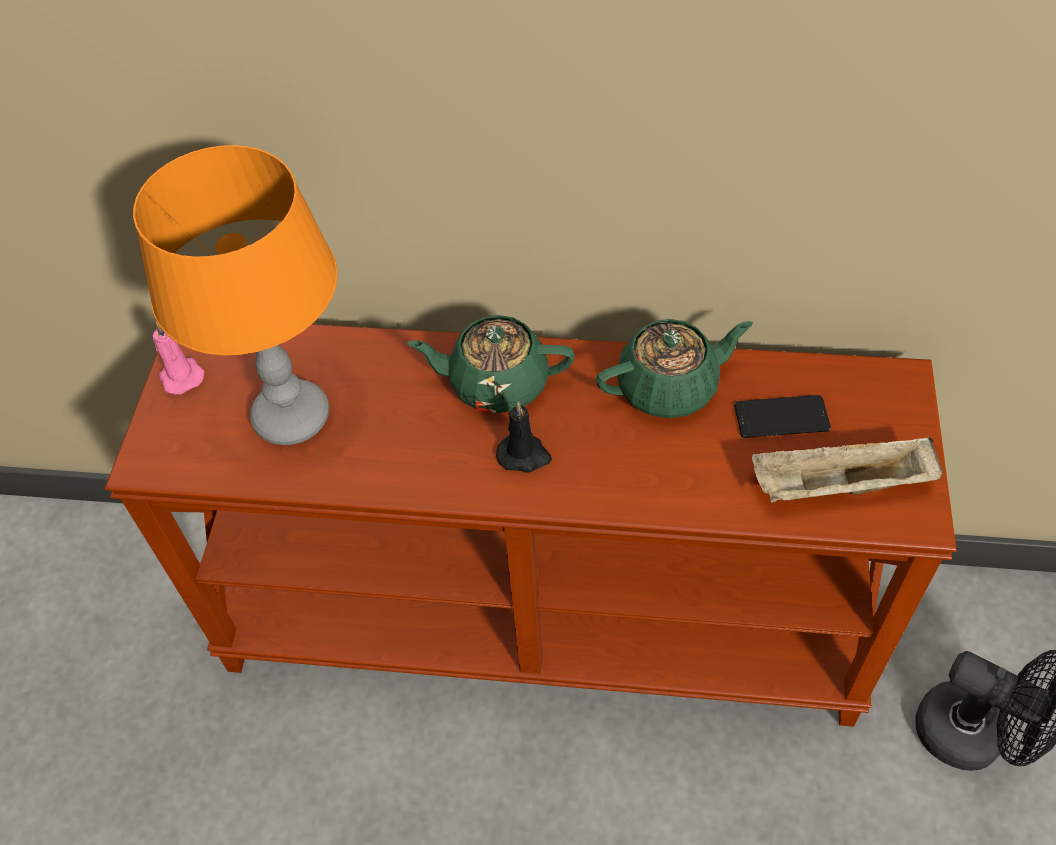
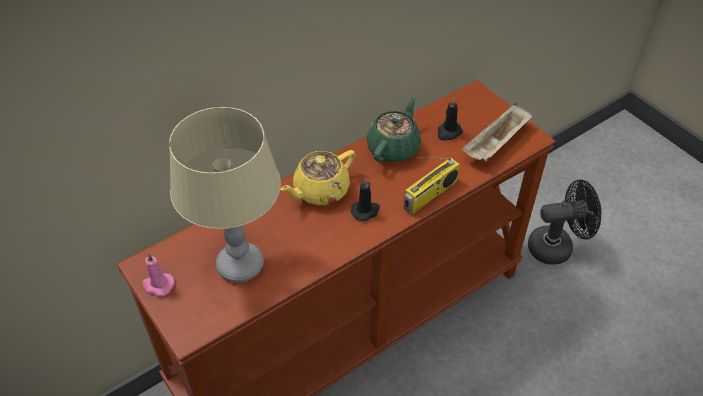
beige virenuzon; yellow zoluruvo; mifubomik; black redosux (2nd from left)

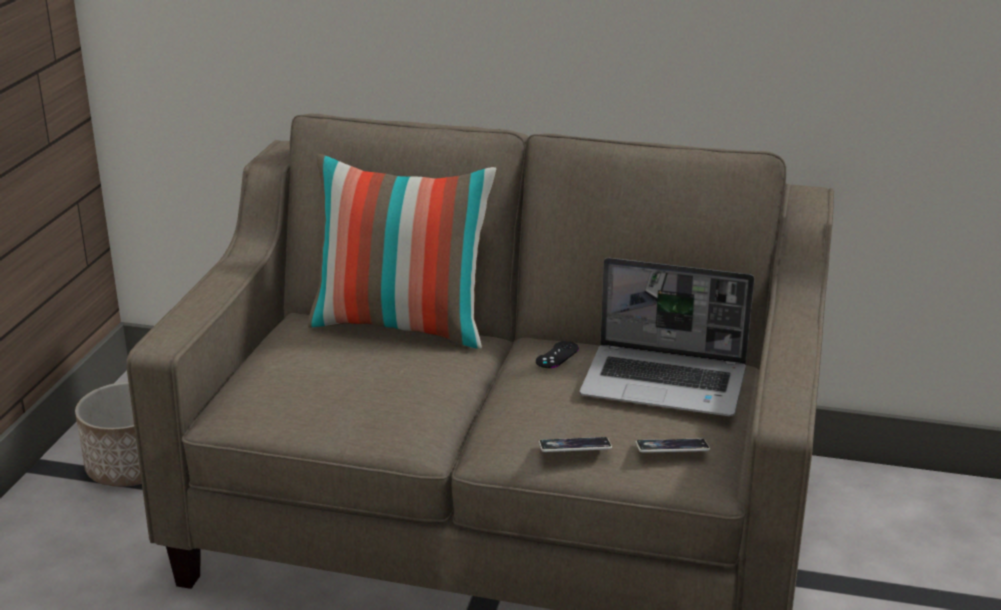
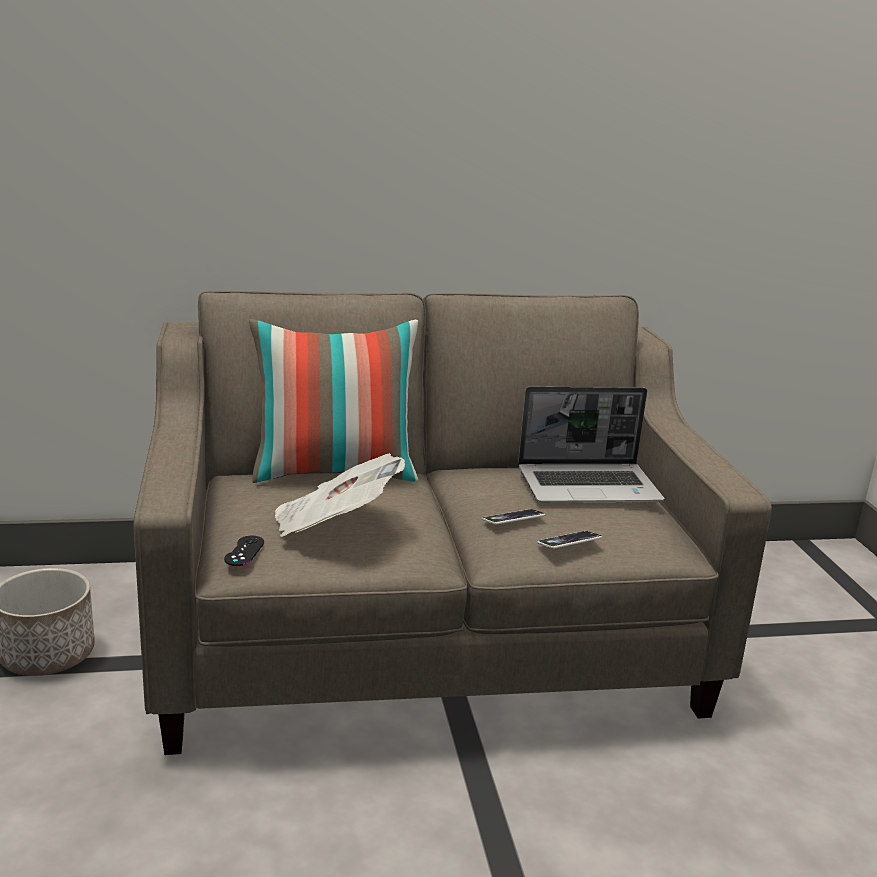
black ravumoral; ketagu; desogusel (1st from left)

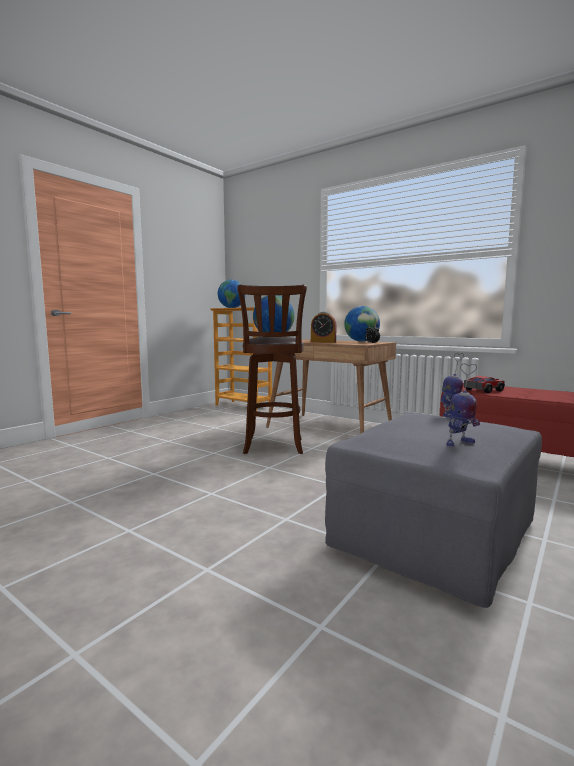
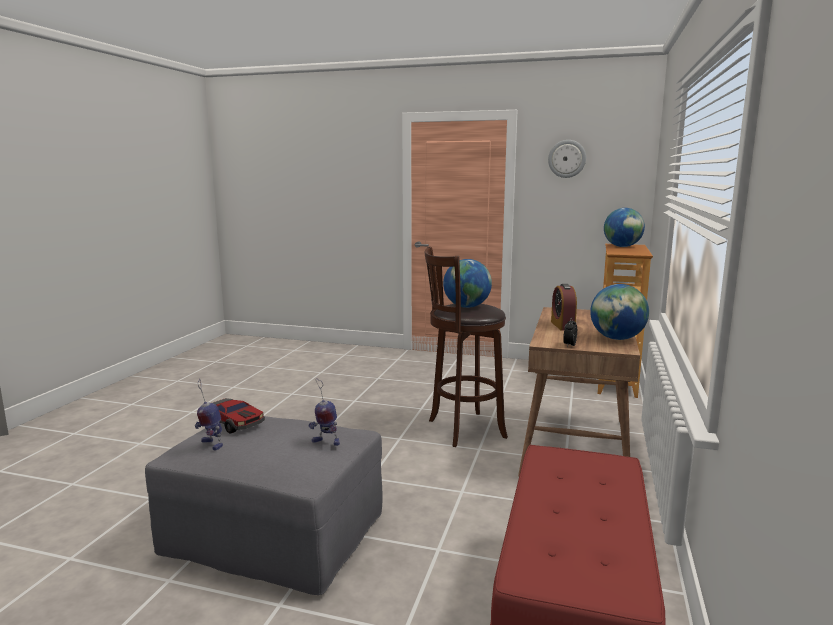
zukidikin; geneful

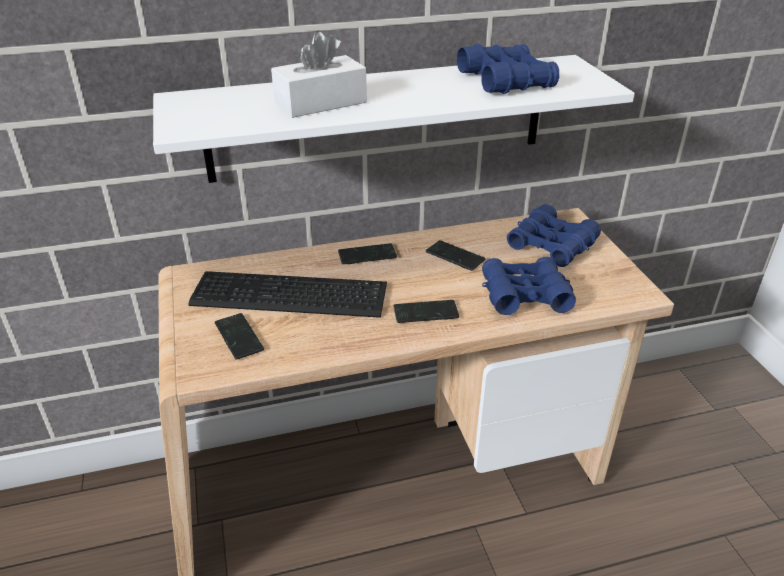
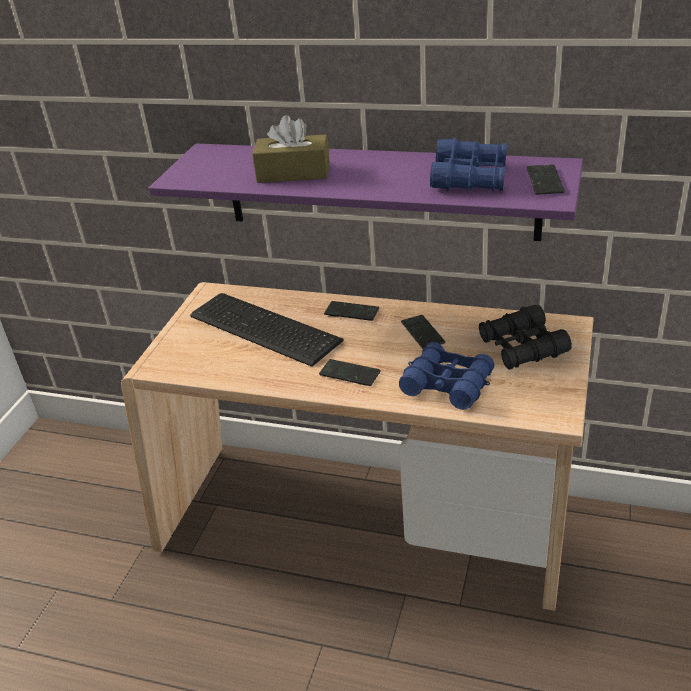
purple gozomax; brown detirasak; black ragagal; desogusel (4th from left)

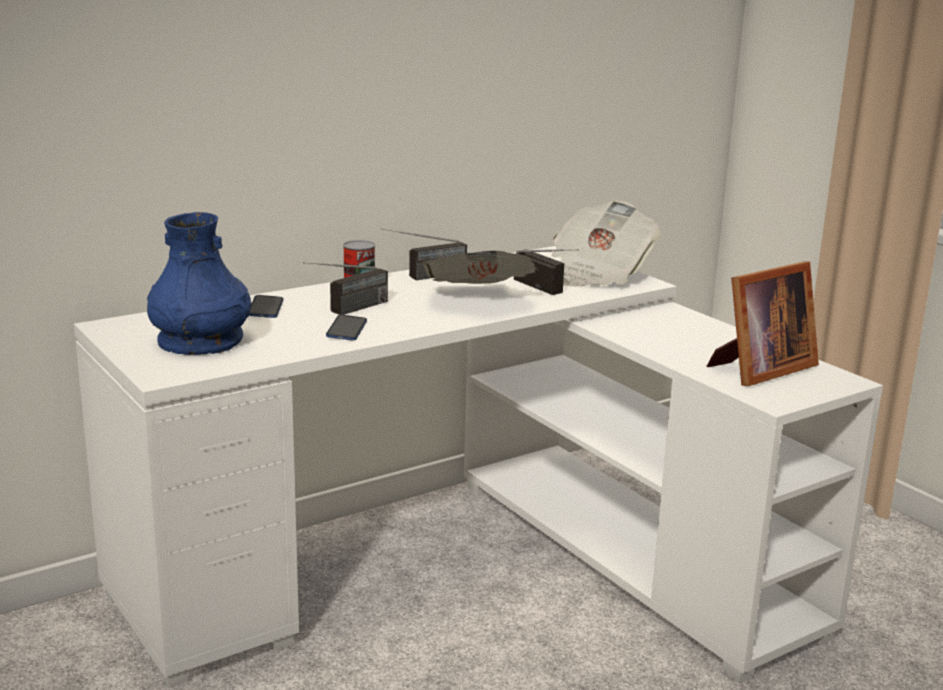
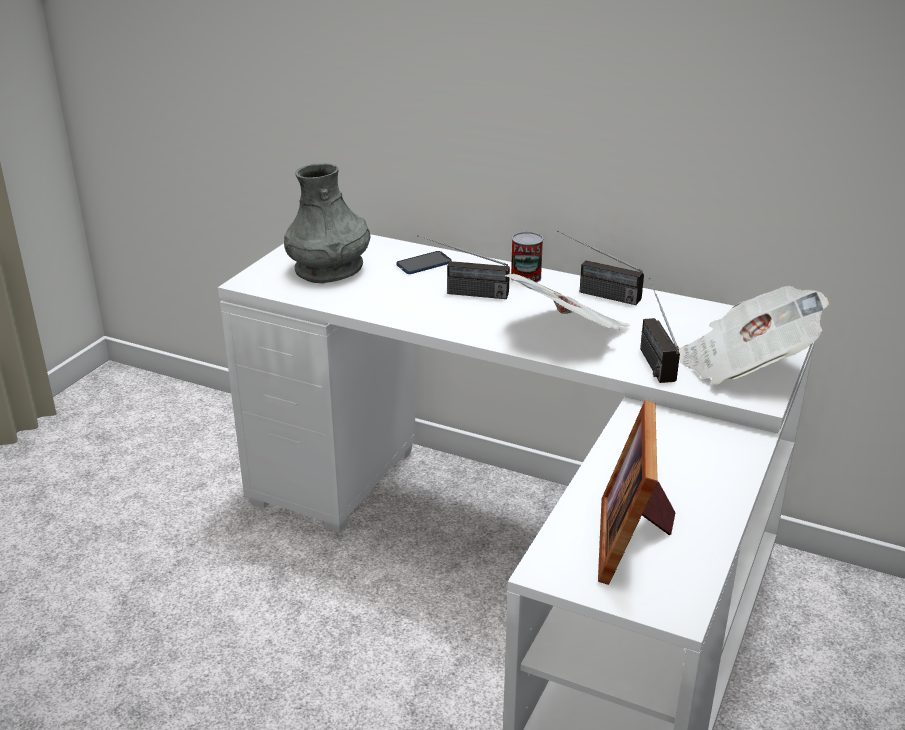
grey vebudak; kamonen; mifubomik (3rd from left); desogusel (2nd from left in the first image)

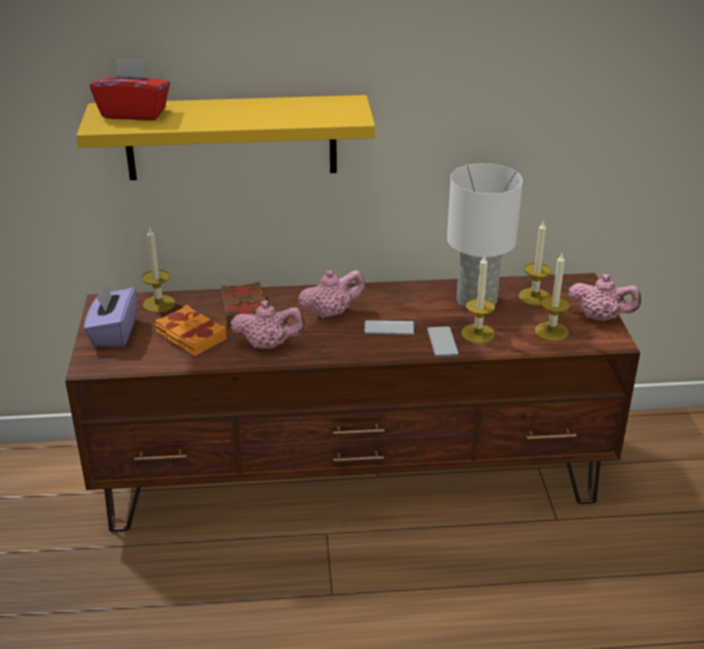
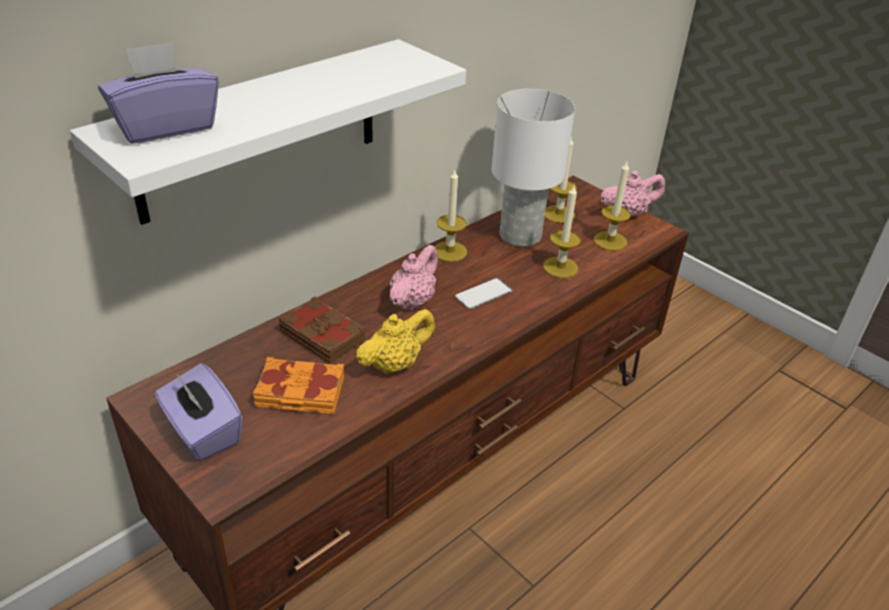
white gozomax; purple detirasak (1st from left); yellow zoluruvo; redosux (1st from left); desogusel (2nd from left in the first image)

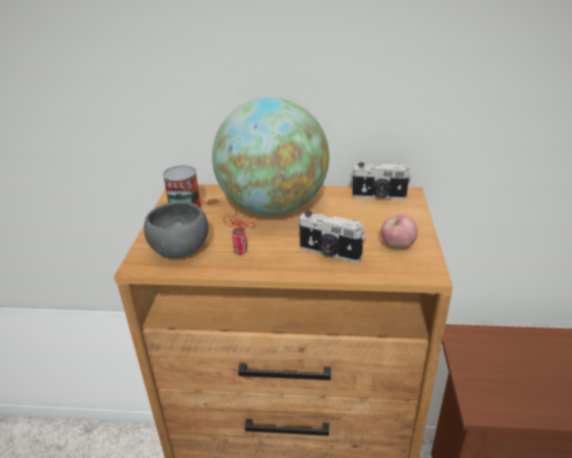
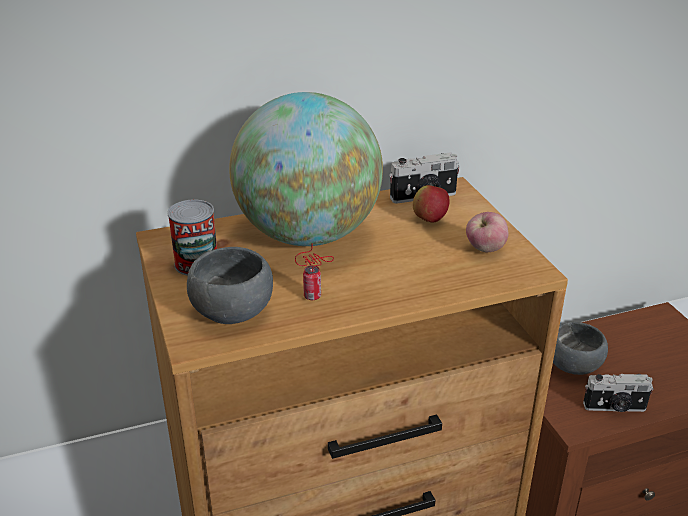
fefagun (1st from left); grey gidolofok (2nd from left); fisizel (2nd from left)

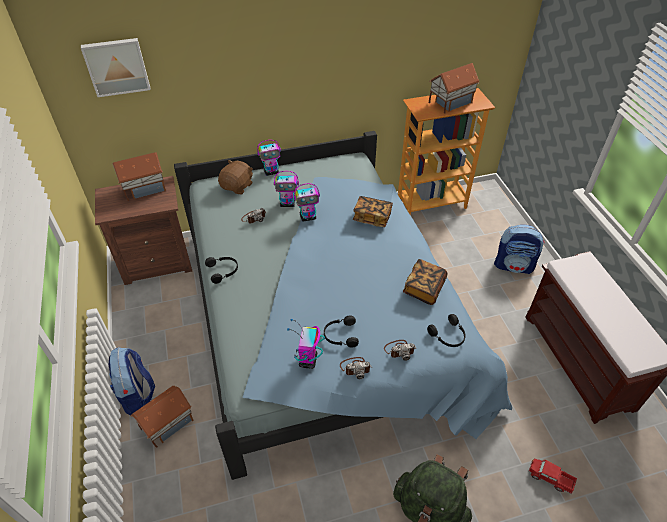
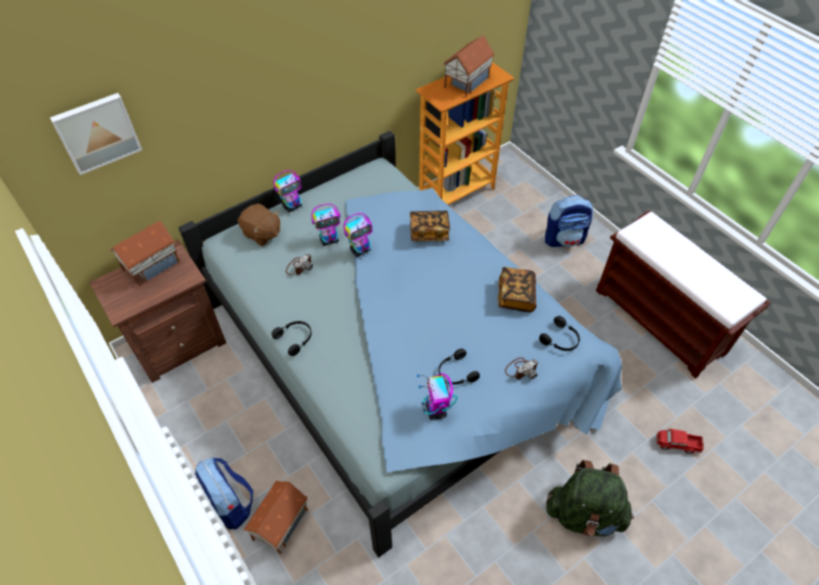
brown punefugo; fisizel (2nd from left in the first image)

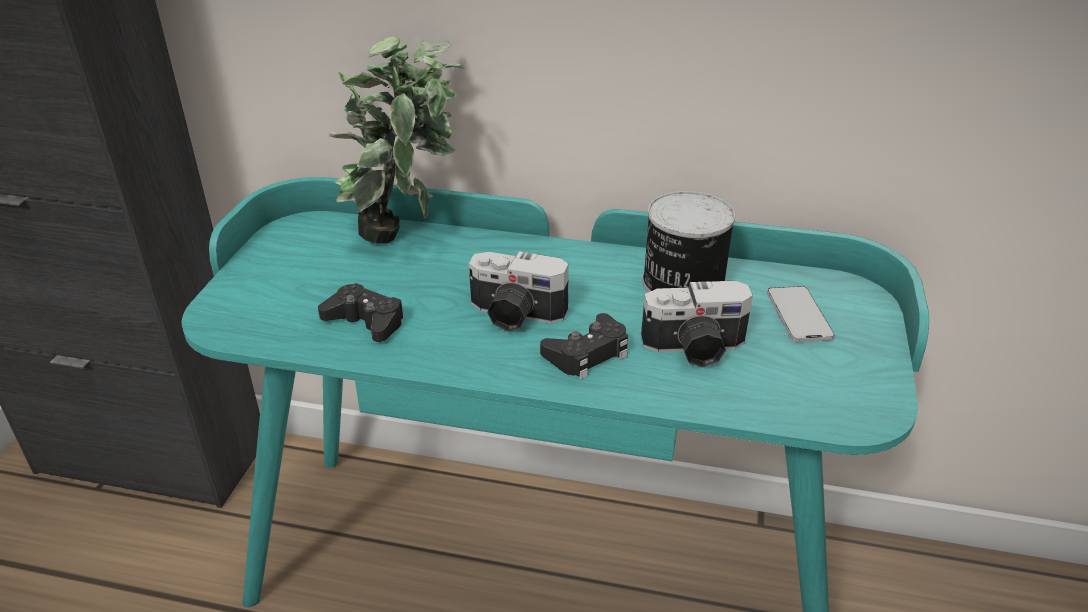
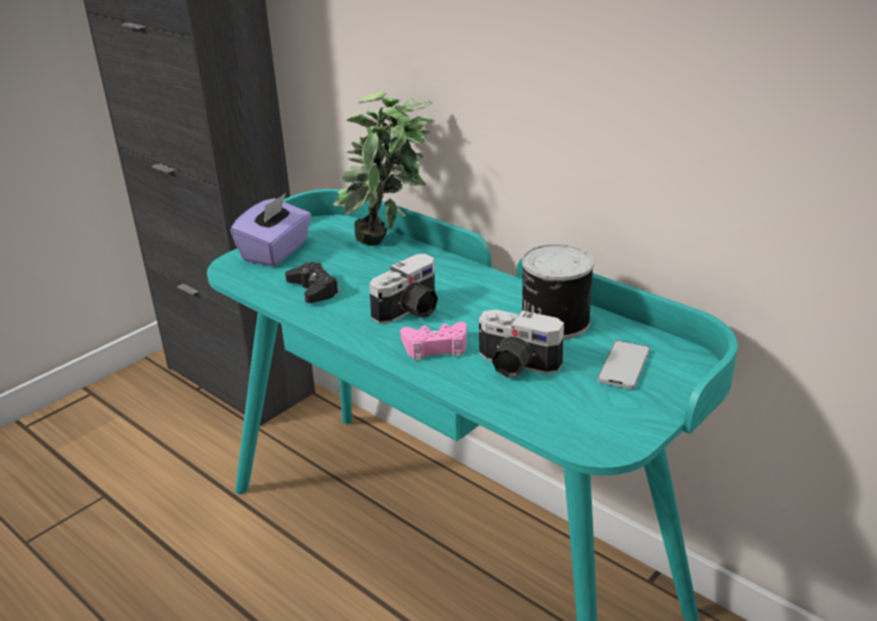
purple detirasak; fisizel (1st from left); pink ravumoral

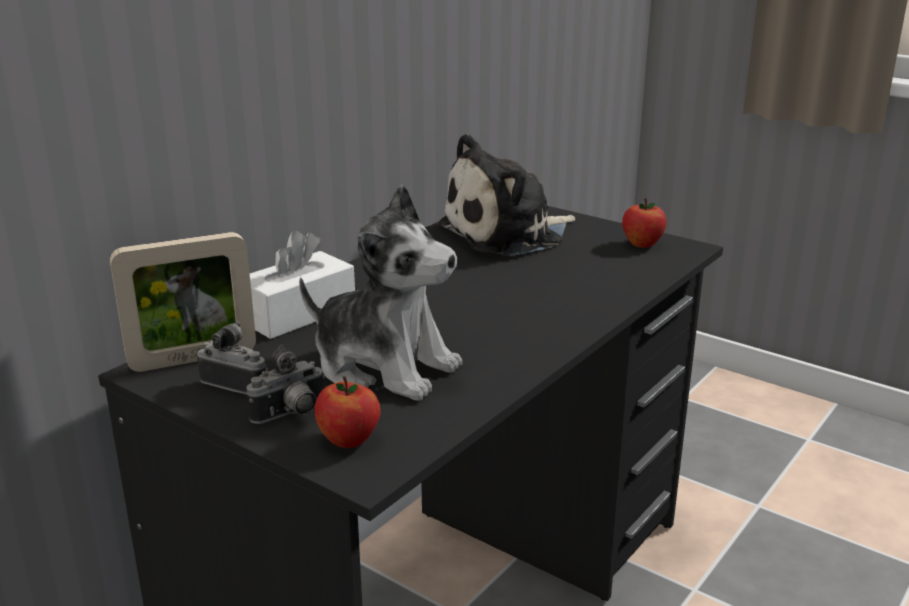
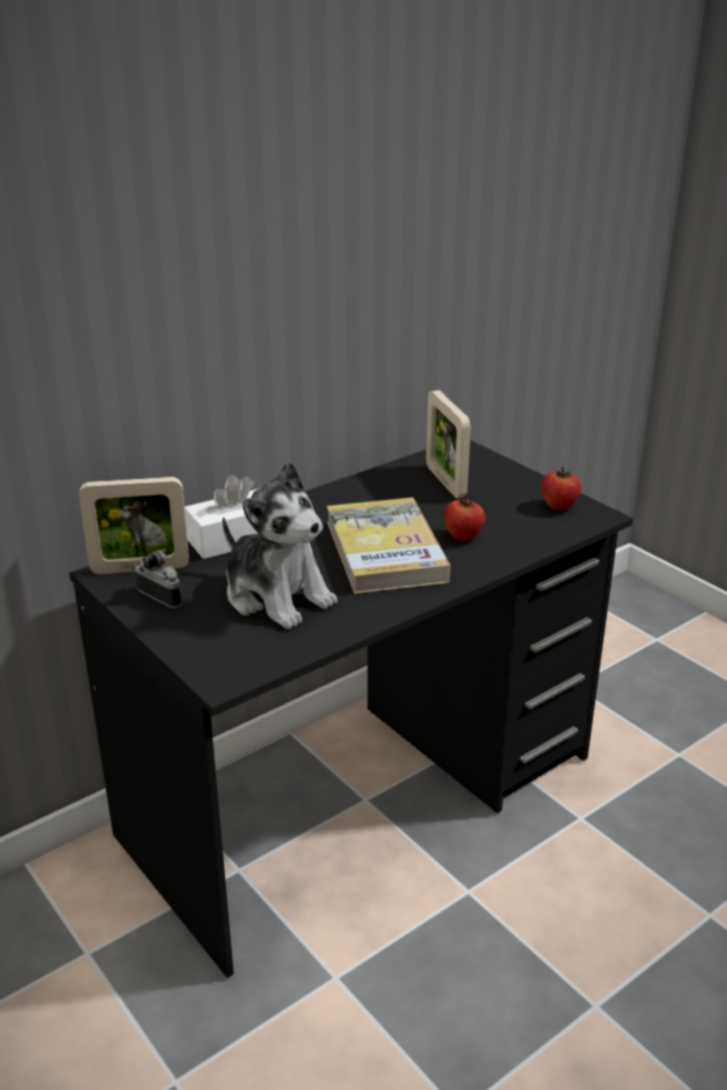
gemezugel; kamonen (2nd from left); fefagun (1st from left); fisizel (2nd from left in the first image)

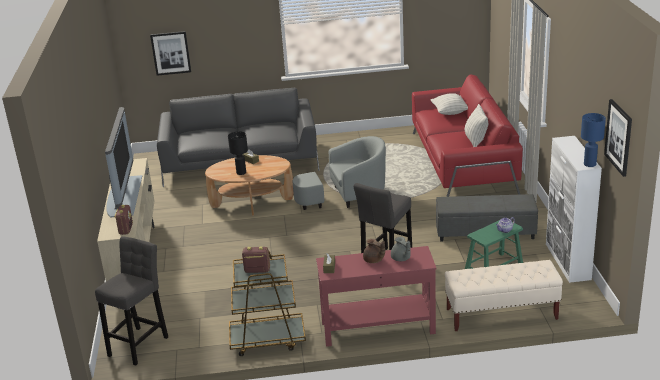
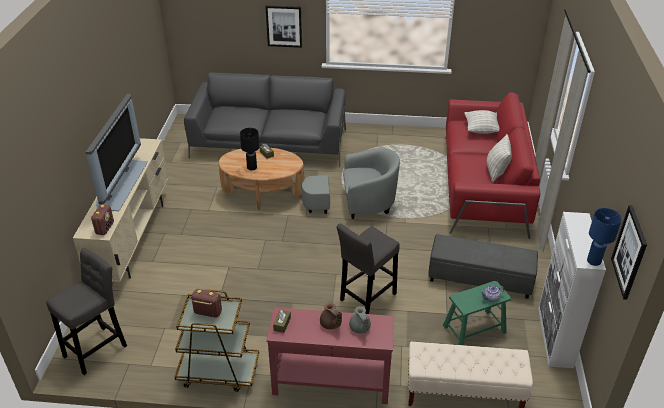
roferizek (1st from left)

